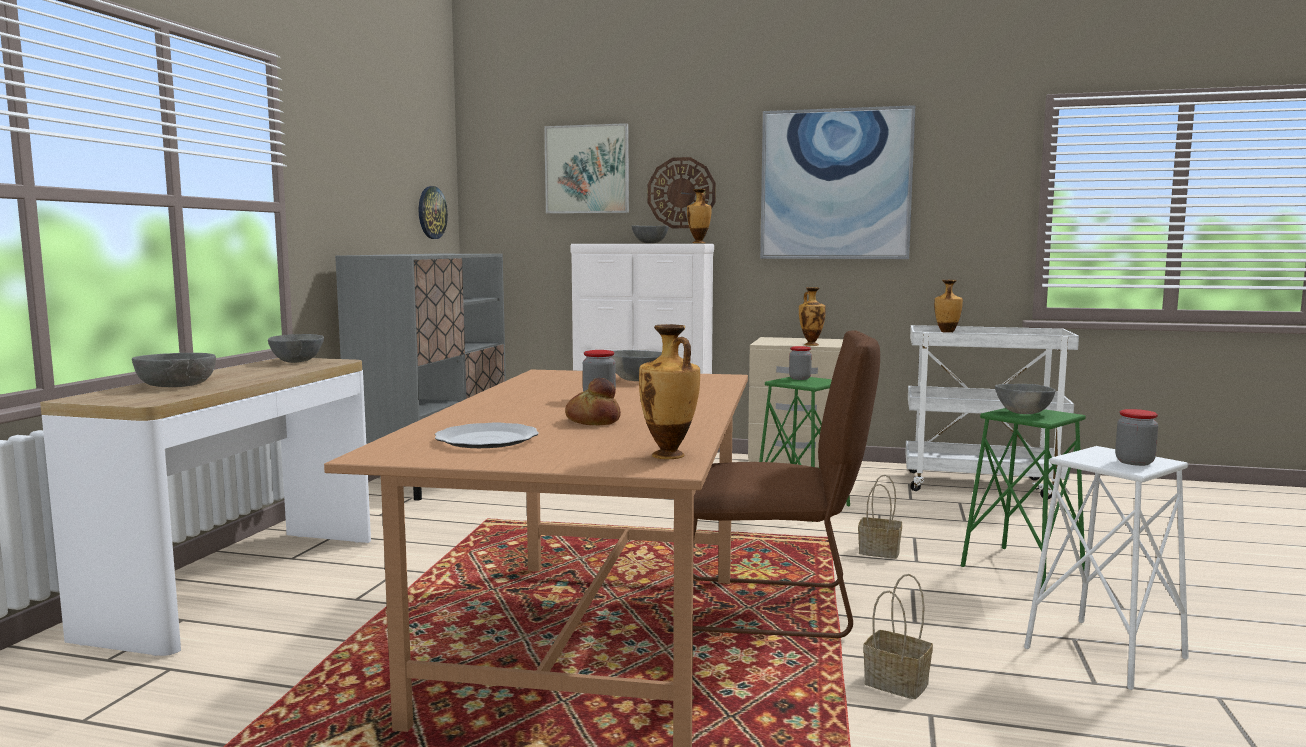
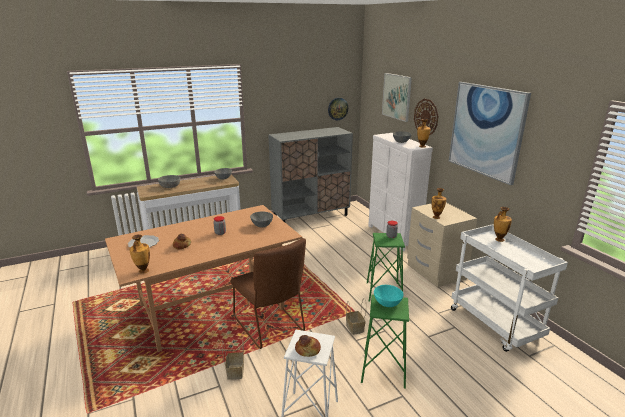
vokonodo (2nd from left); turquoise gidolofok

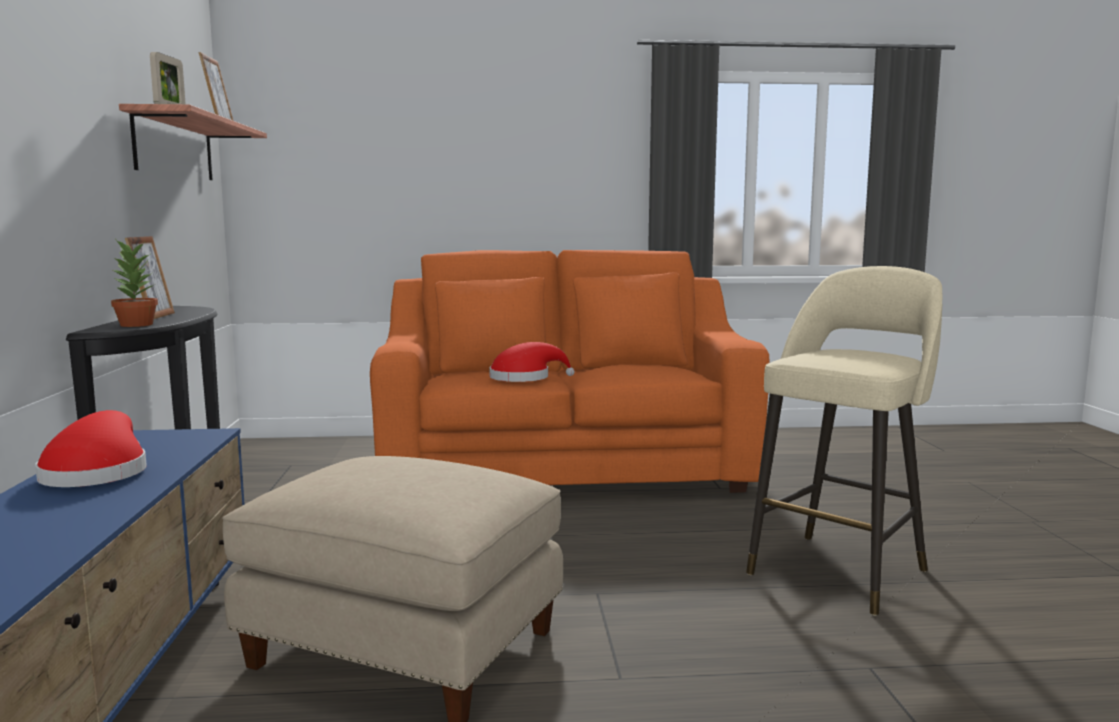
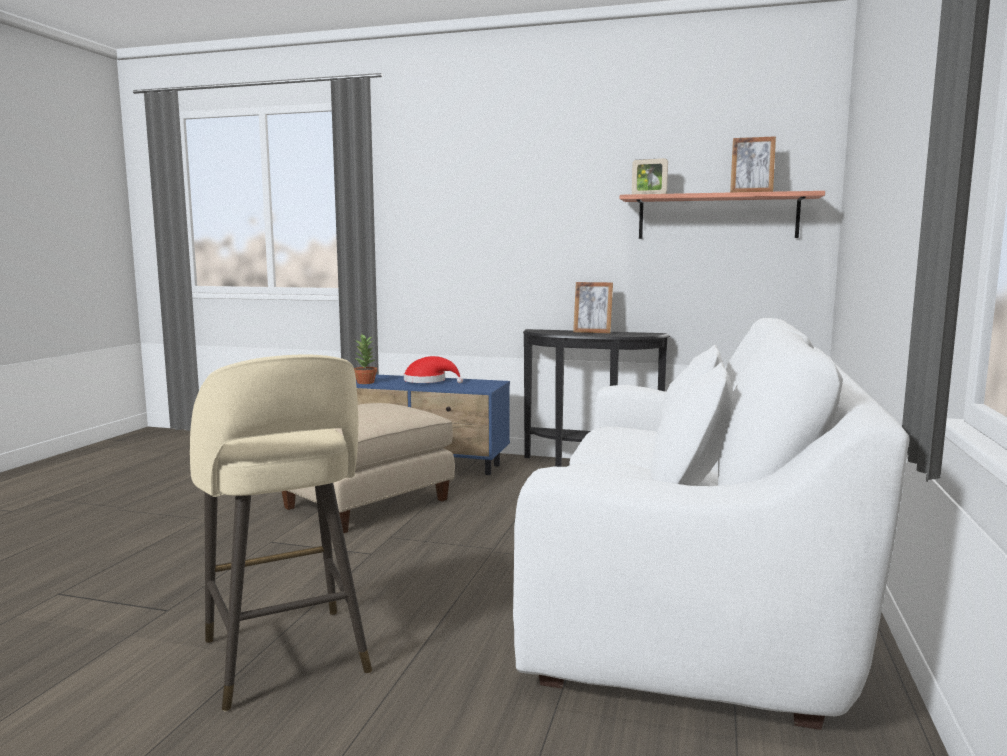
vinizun; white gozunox; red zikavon (2nd from left in the first image)

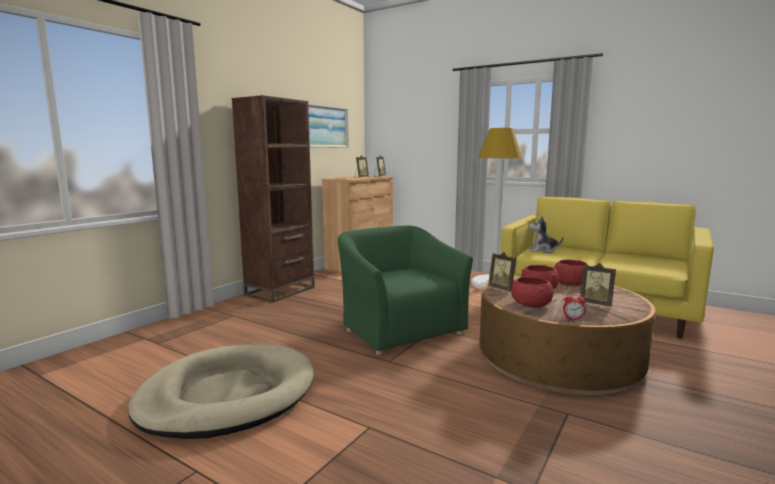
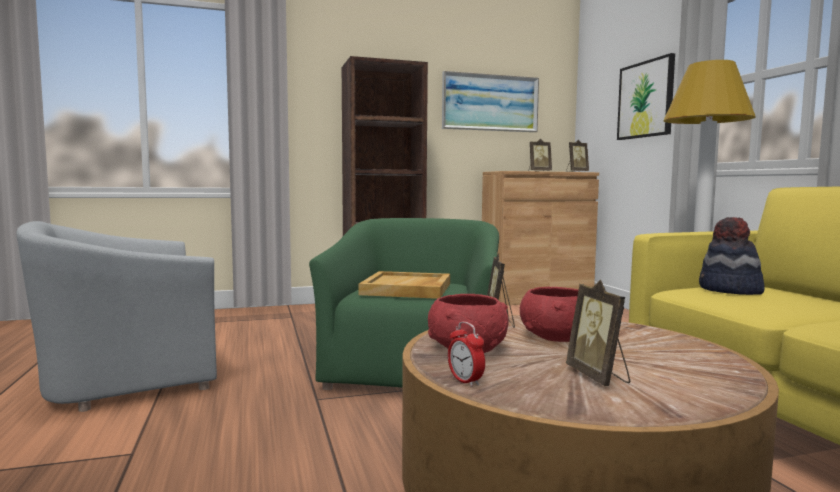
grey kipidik; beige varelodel; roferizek (2nd from left); zikavon; red gidolofok (3rd from left in the first image)

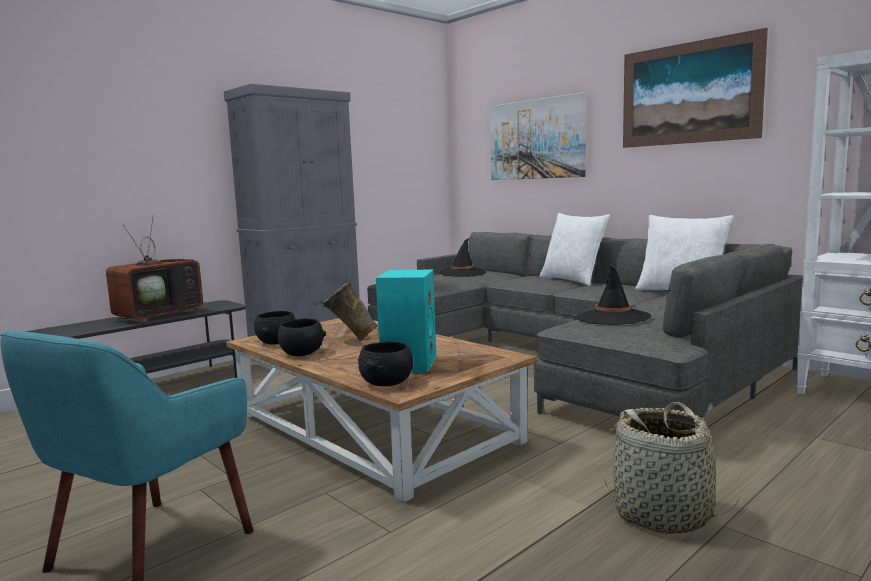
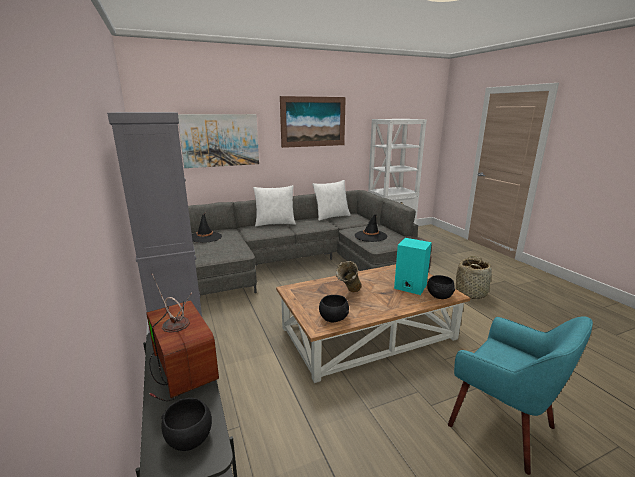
black gidolofok (1st from left)

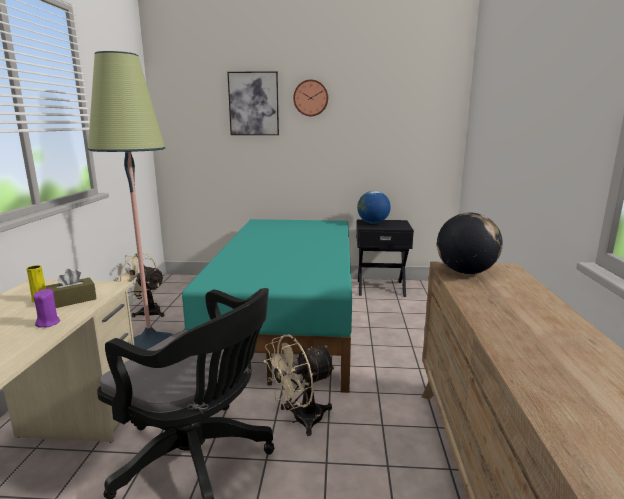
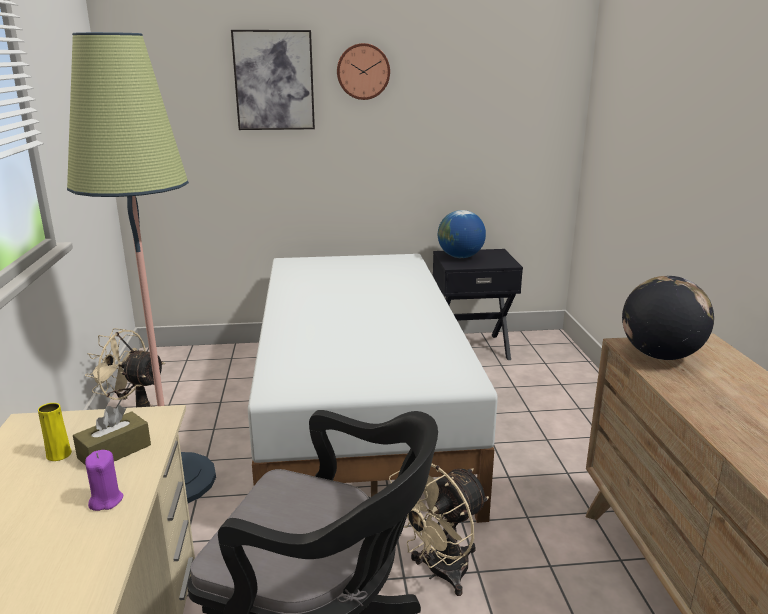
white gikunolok

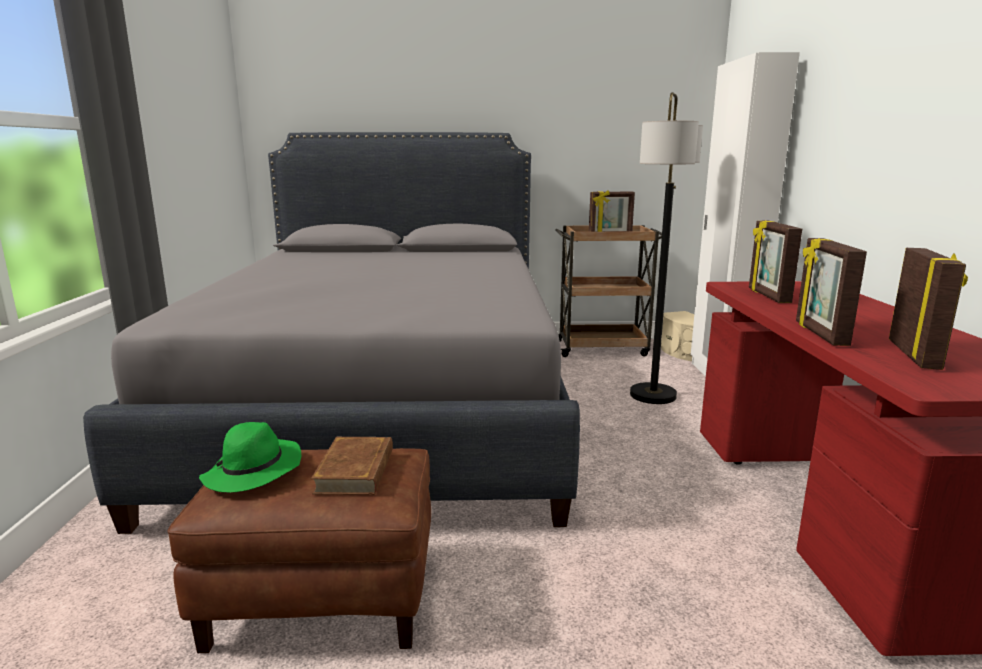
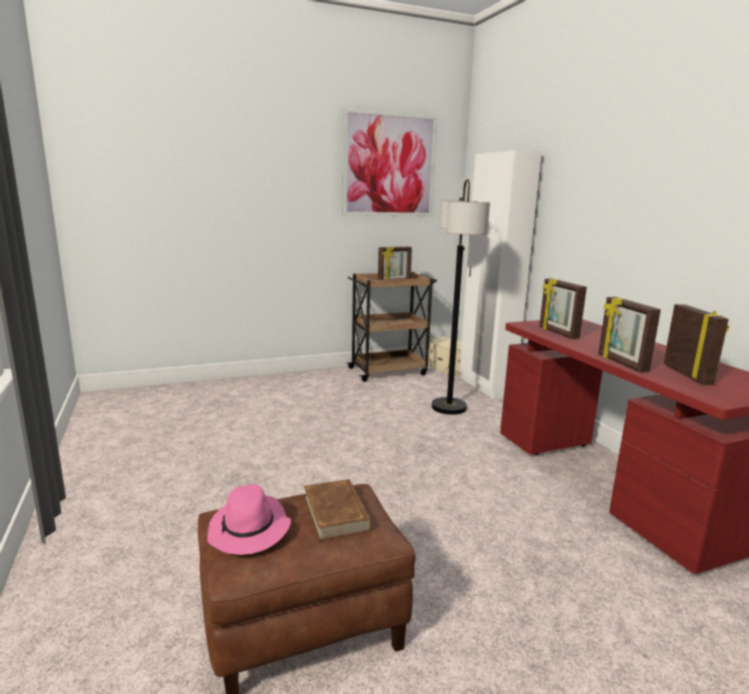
pink zikavon; roferizek; grey gikunolok

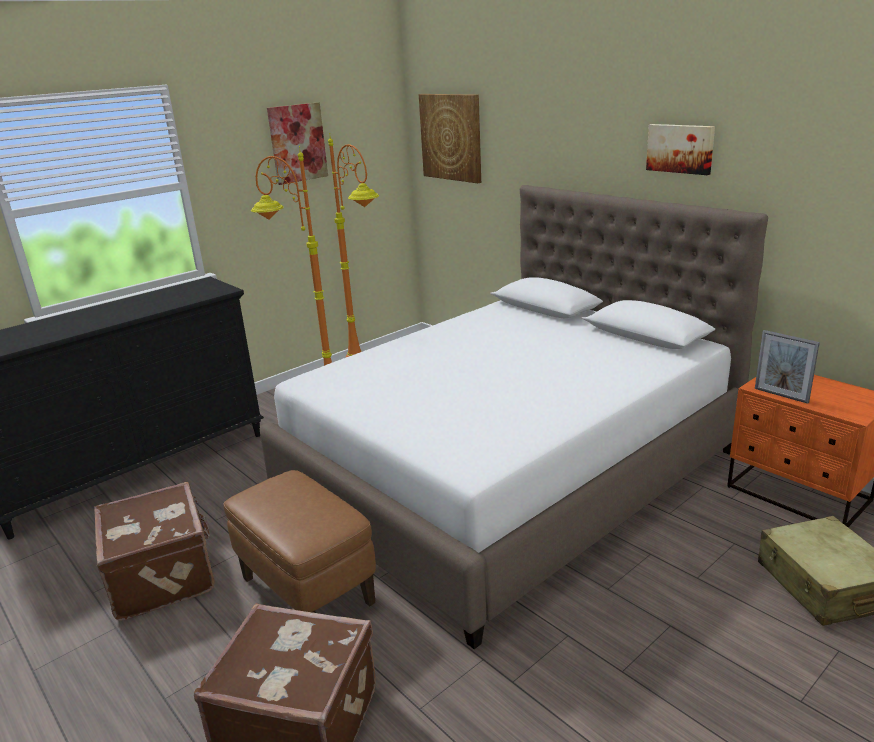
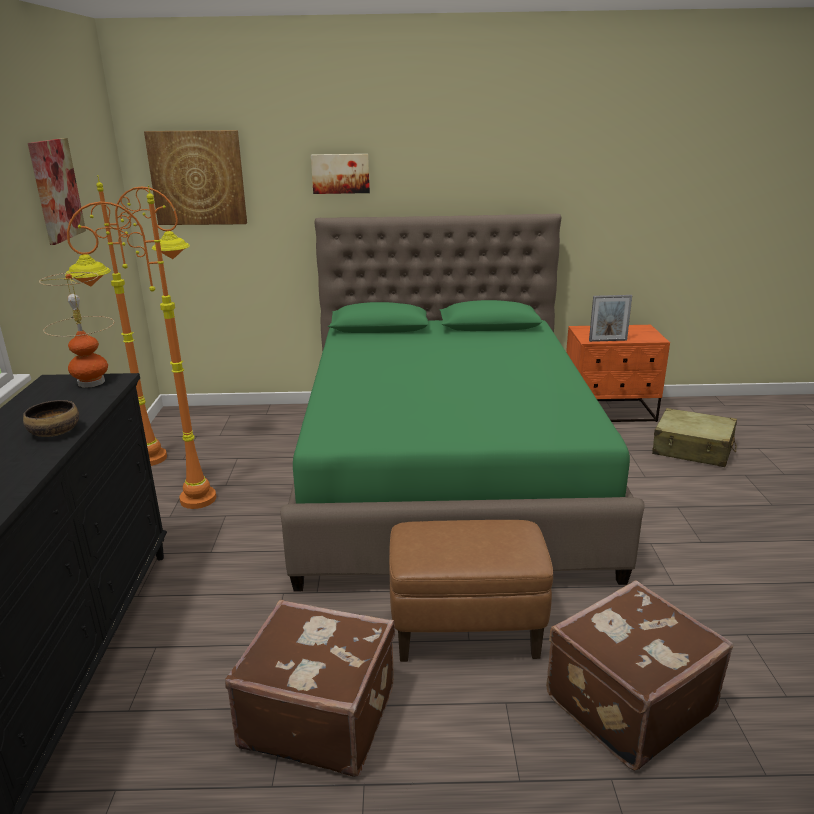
gidolofok; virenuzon; green gikunolok; roferizek (3rd from left)

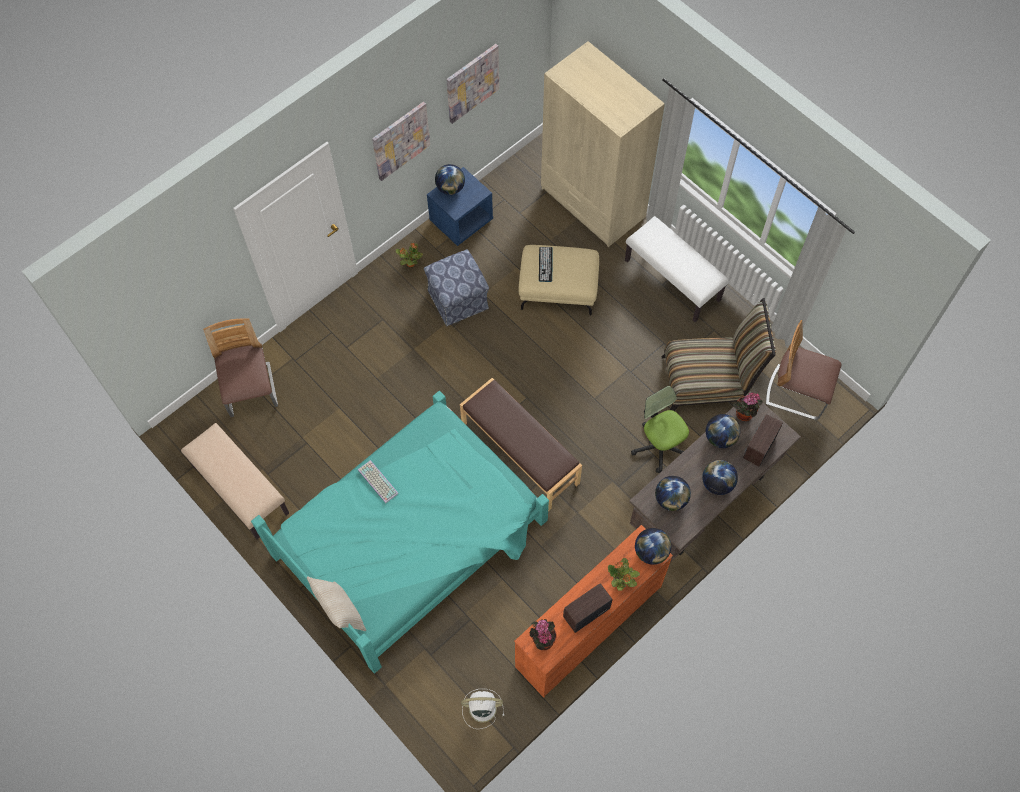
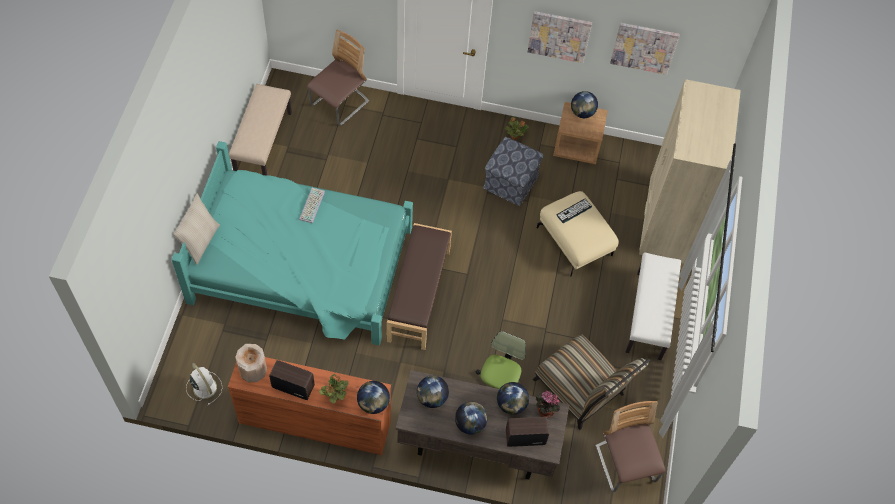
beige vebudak; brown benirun

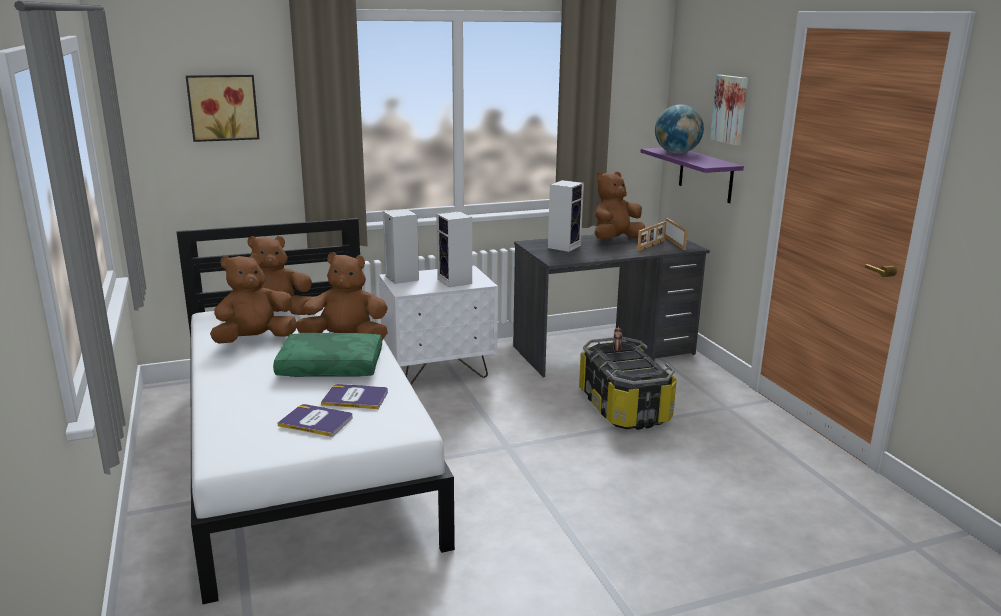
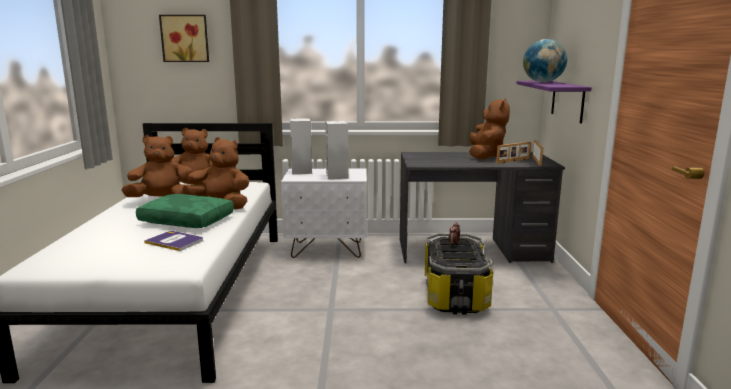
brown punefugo (4th from left); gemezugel (1st from left in the first image); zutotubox (3rd from left in the first image); roferizek (2nd from left in the first image)

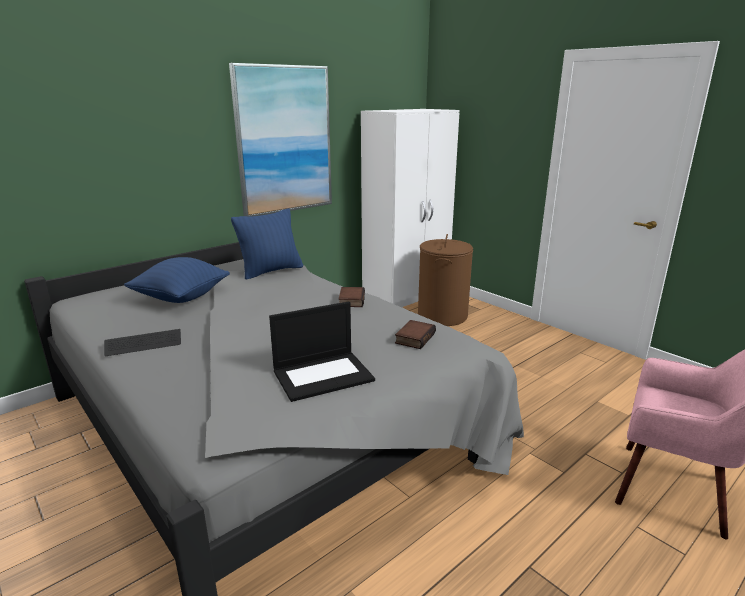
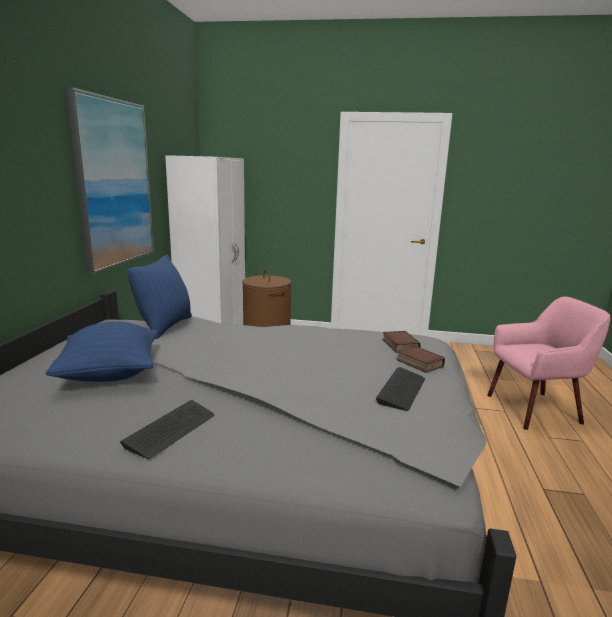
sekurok (2nd from left); gemezugel (2nd from left)

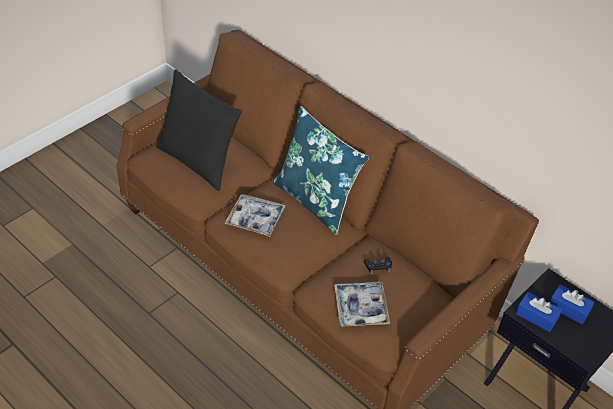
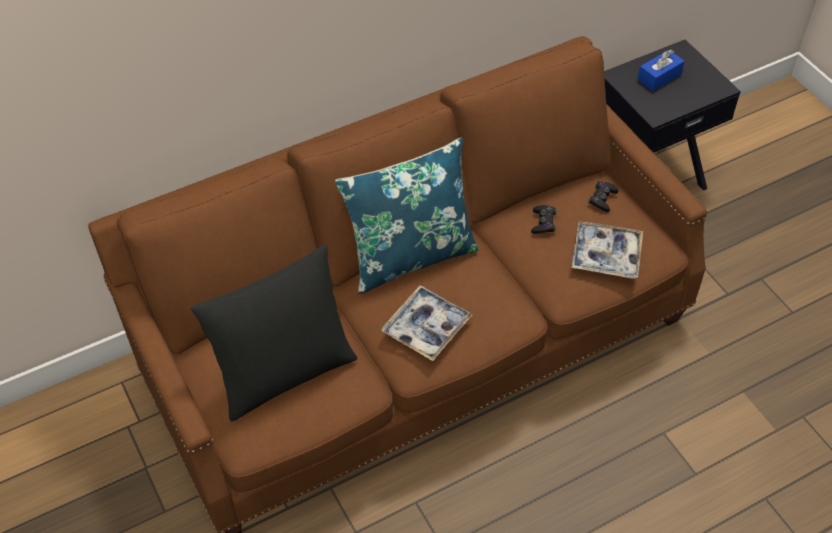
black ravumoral (2nd from left); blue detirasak (1st from left in the first image)

